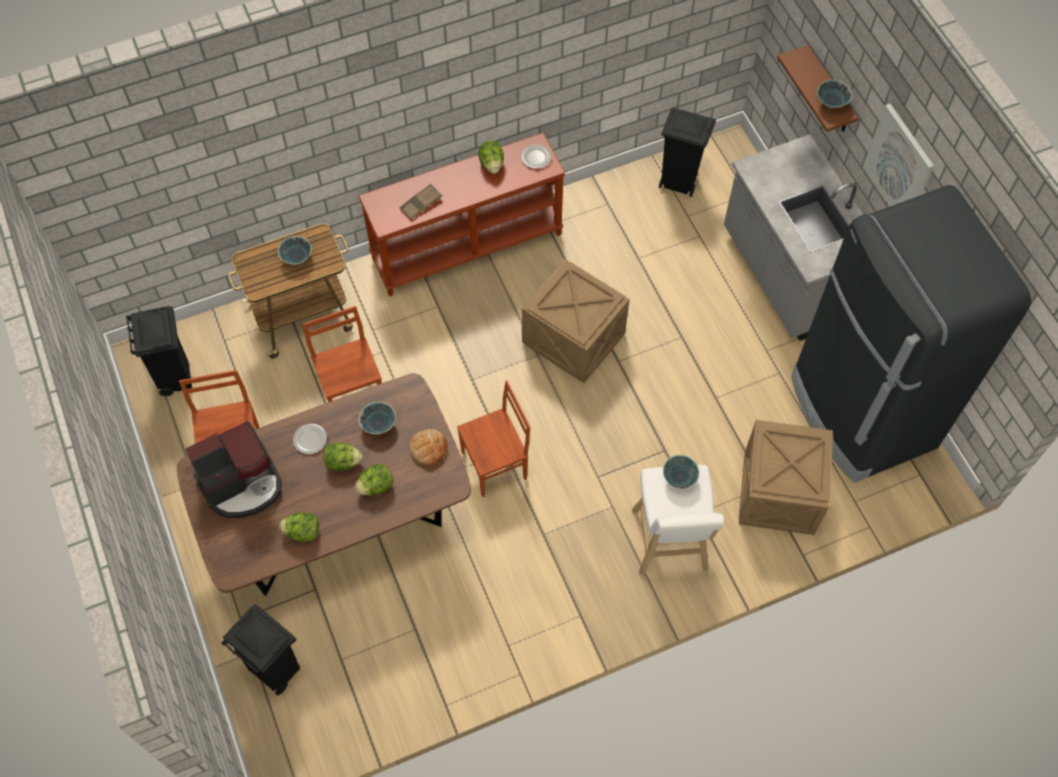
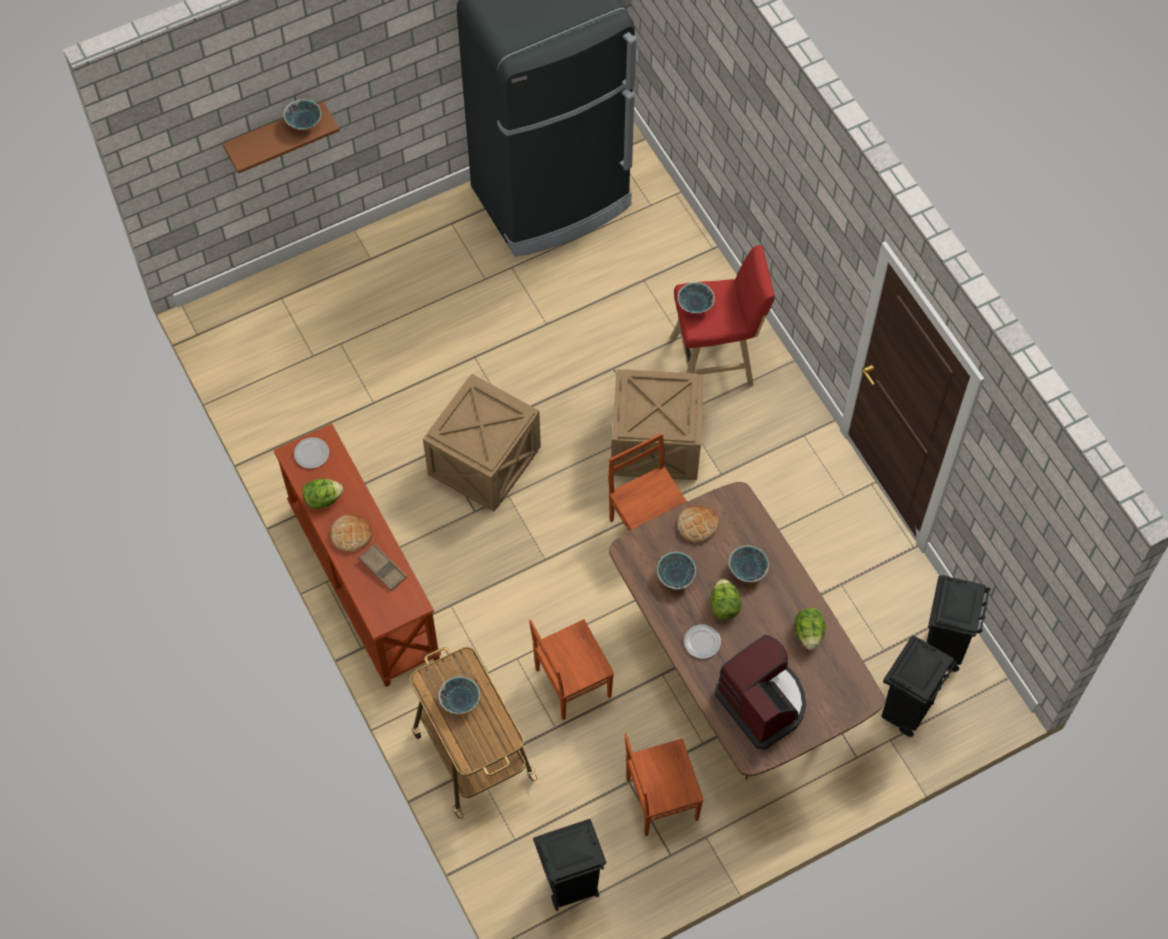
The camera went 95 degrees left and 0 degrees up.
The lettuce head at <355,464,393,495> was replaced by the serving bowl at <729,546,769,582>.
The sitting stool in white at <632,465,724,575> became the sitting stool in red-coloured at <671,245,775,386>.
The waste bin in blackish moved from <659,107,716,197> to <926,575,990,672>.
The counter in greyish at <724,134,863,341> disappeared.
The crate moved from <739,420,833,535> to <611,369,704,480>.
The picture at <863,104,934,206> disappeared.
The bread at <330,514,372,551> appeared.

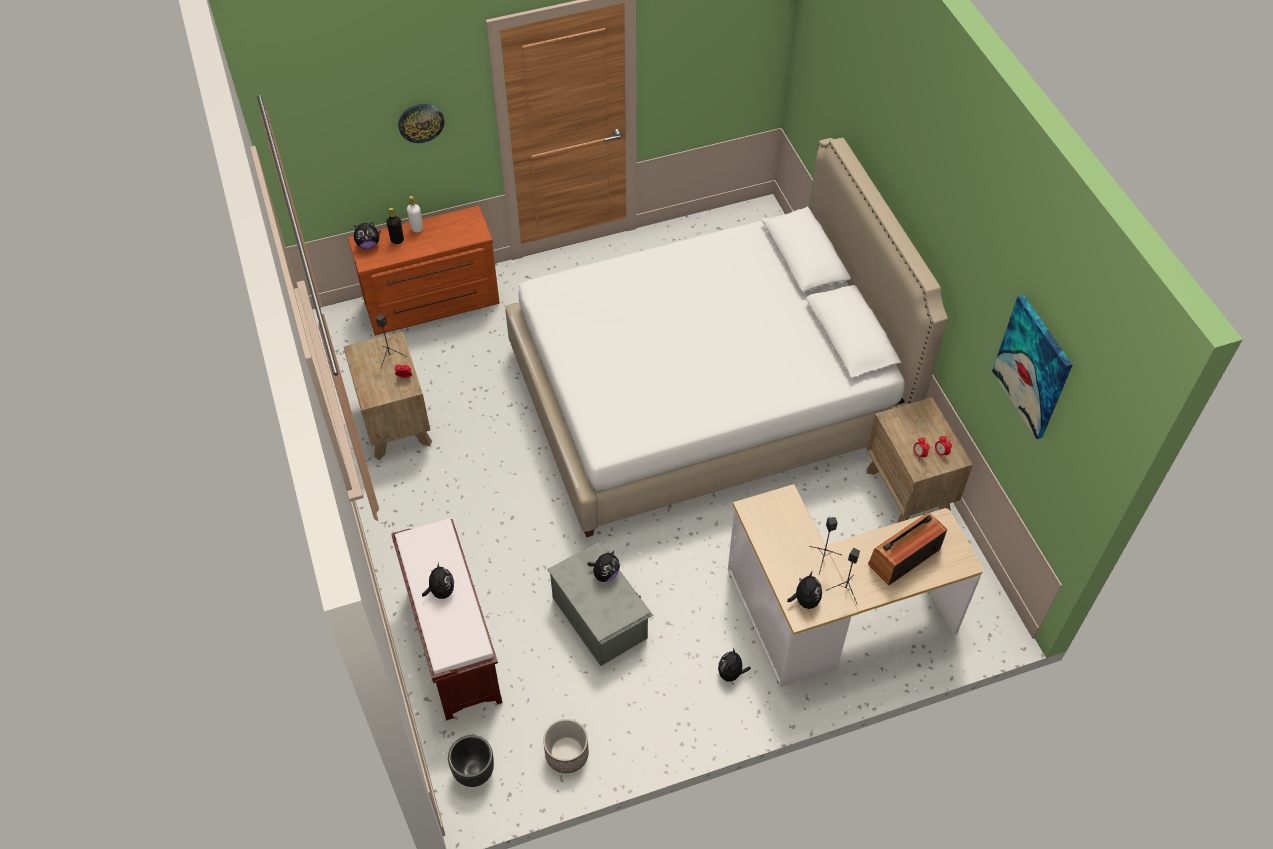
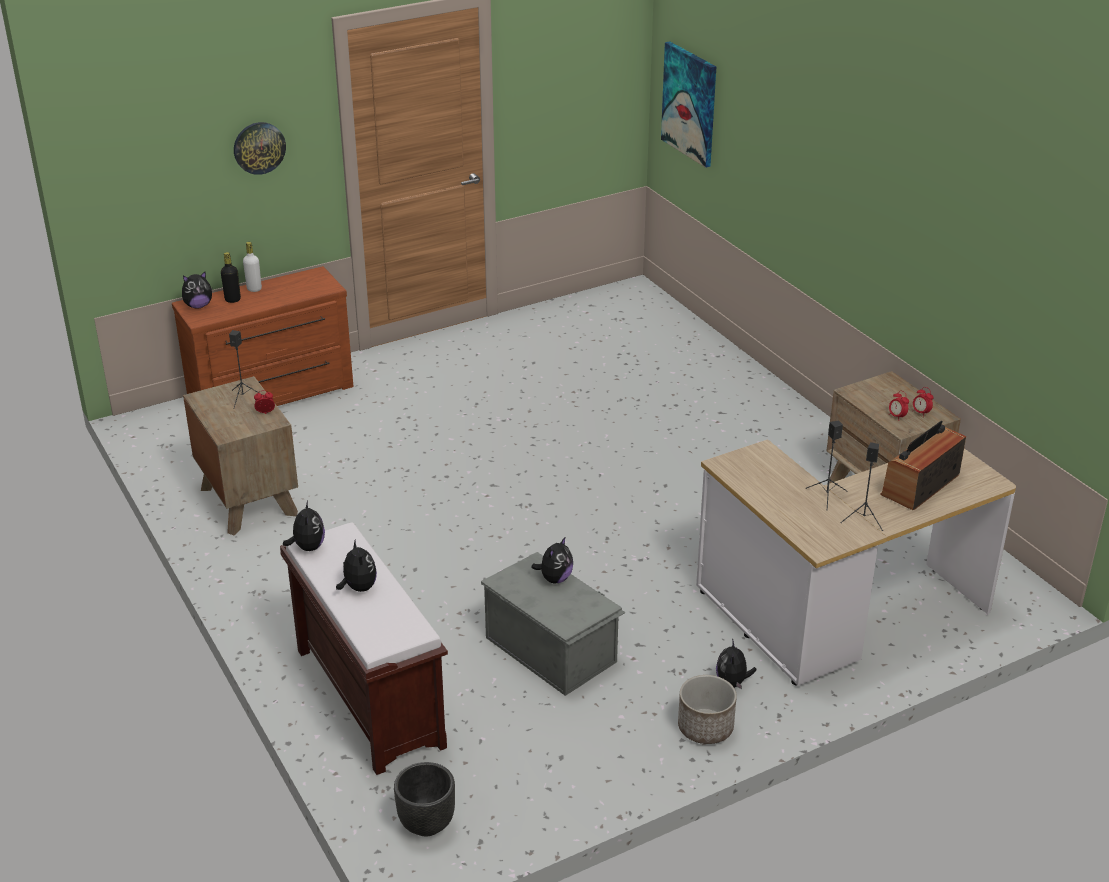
The camera went 10 degrees left and 20 degrees down.
The bed in white at <505,138,948,538> disappeared.
The flower pot moved from <543,719,589,773> to <678,675,737,744>.
The cuddly toy moved from <787,572,822,609> to <283,500,325,551>.
The picture moved from <992,295,1072,440> to <661,41,716,168>.

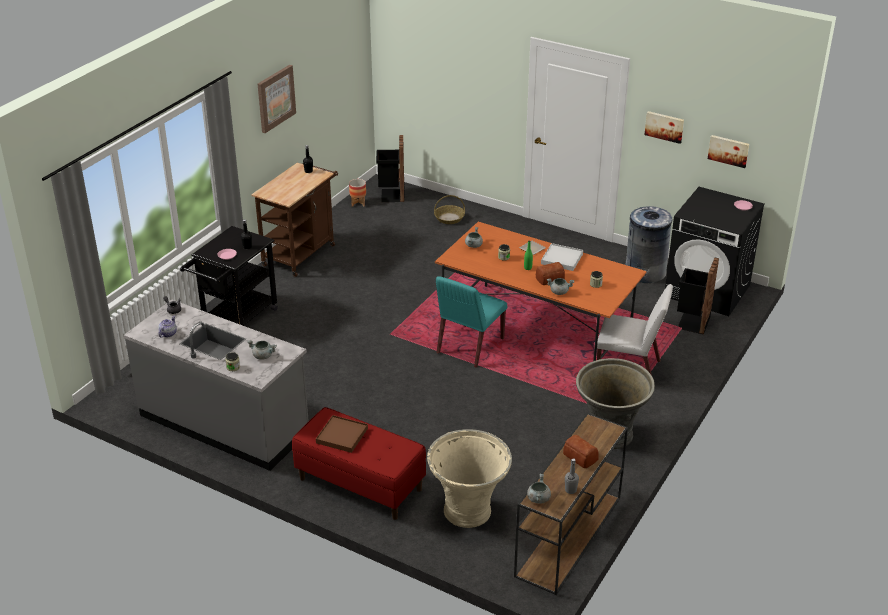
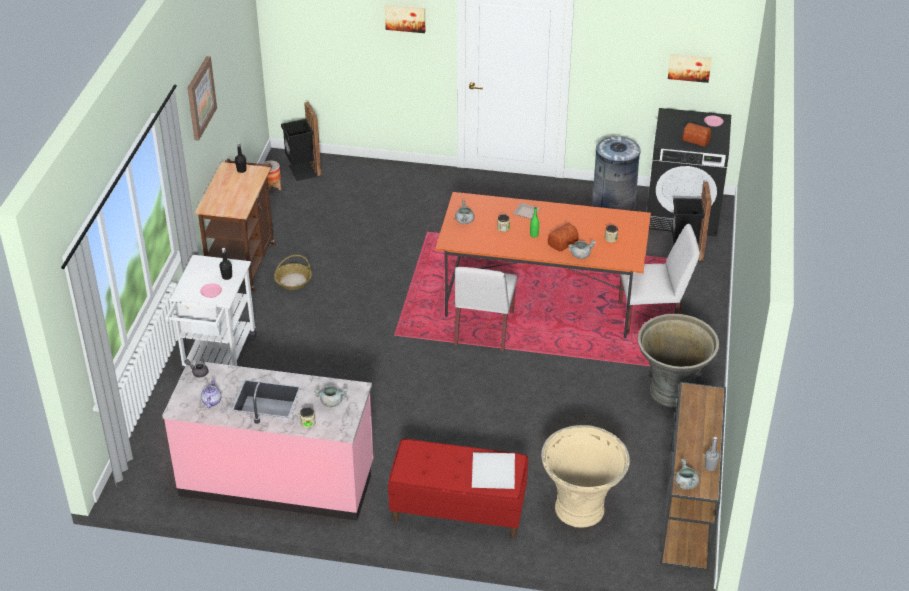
The camera went 20 degrees left and 5 degrees up.
The counter in greyish at <124,300,309,471> became the counter in pinkish at <162,360,373,521>.
The cart in blackish at <180,226,278,326> became the cart in white at <166,255,257,370>.
The tray in brownish at <316,415,368,453> disappeared.
The storage basket moved from <434,195,465,224> to <274,255,312,290>.
The chair in blue-green at <436,276,507,368> became the chair in white at <454,267,517,352>.
The tray in white moved from <541,243,583,271> to <472,452,515,489>.
The bread moved from <563,435,599,468> to <682,123,711,146>.
The picture moved from <644,111,684,144> to <385,5,425,33>.

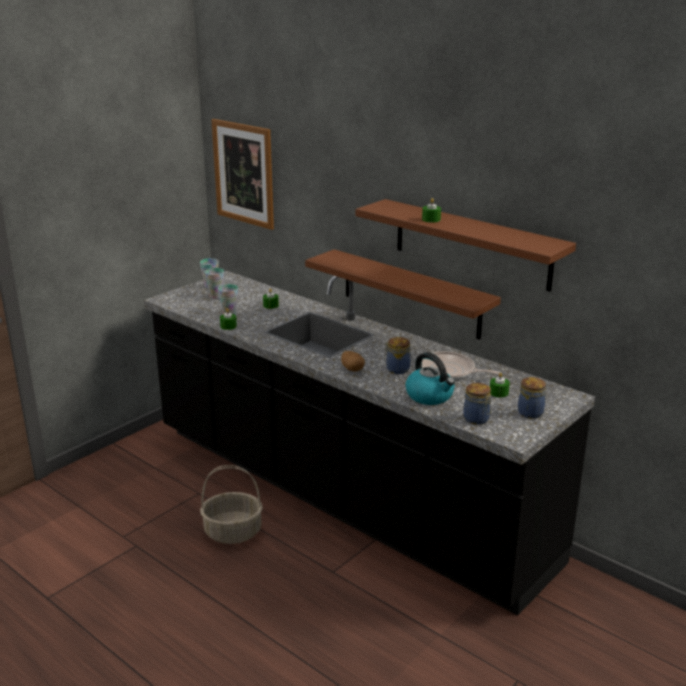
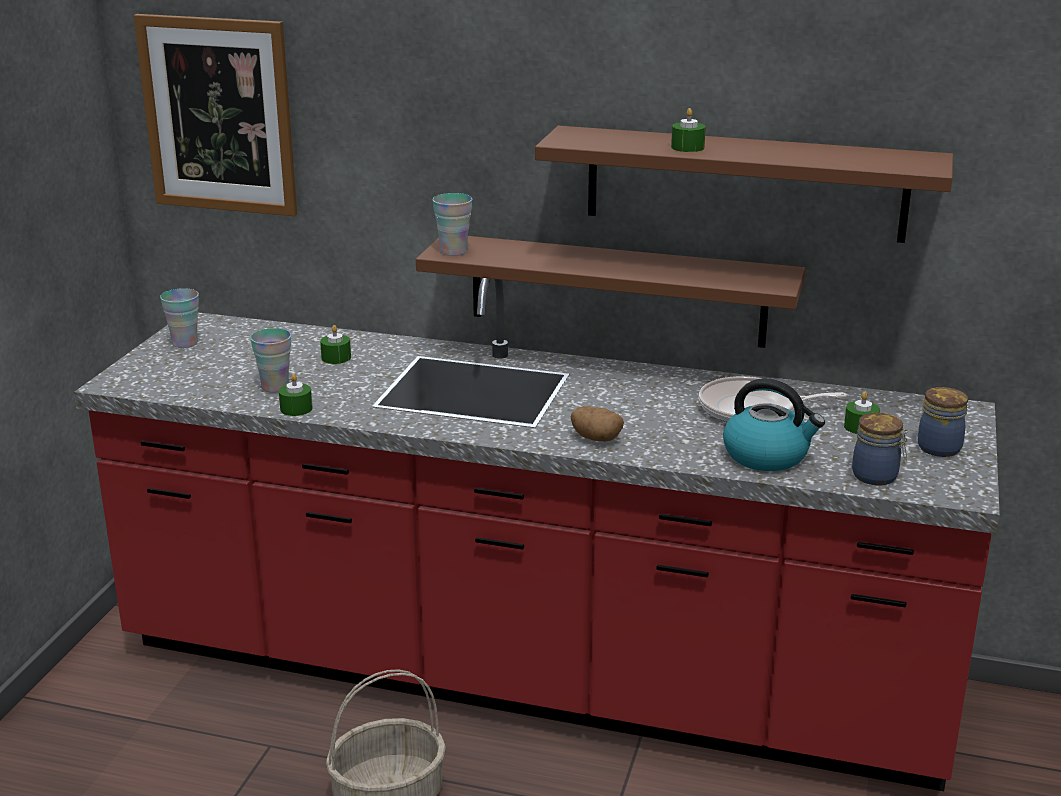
The camera went 25 degrees left and 0 degrees up.
The counter in blackish at <144,271,595,616> became the counter in red-coloured at <74,278,1000,791>.
The drinking cup moved from <205,268,224,299> to <433,193,472,256>.
The storage jar at <384,337,410,374> disappeared.

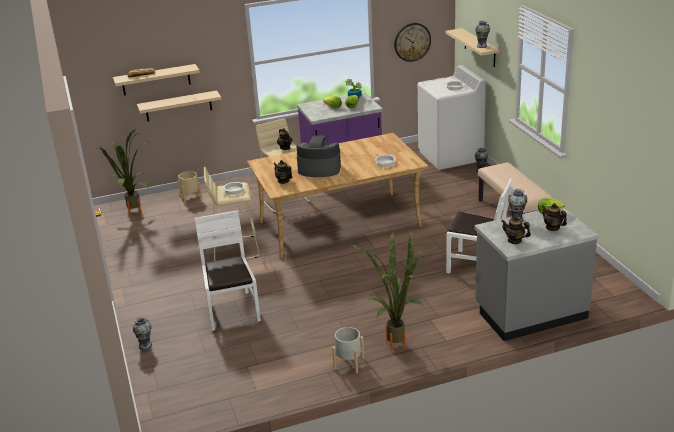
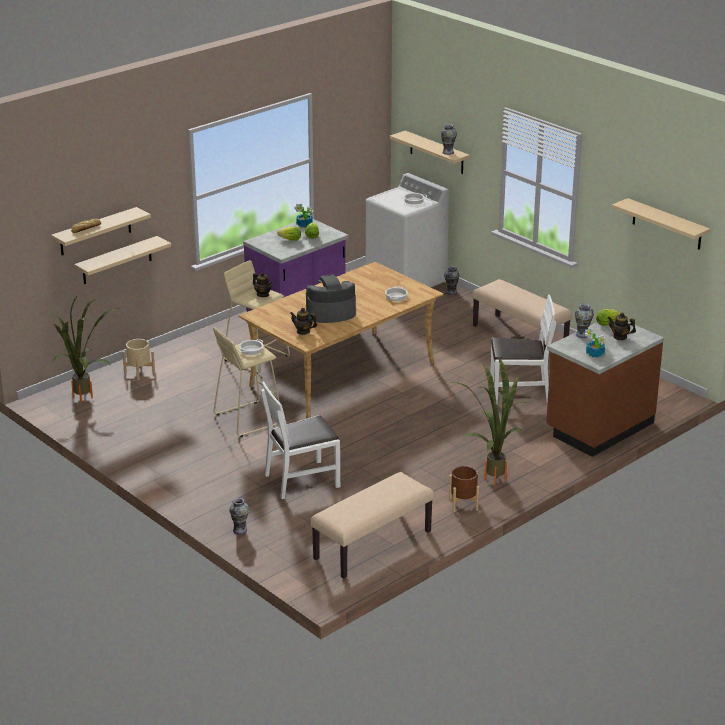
The camera went 25 degrees left and 0 degrees up.
The chair in white at <195,211,261,331> turned 75 degrees counterclockwise.
The flower pot in greyish at <332,327,364,373> became the flower pot in brownish at <449,466,479,512>.
The hanging clock at <394,23,431,62> disappeared.
The counter in greyish at <474,208,598,341> became the counter in brownish at <546,322,664,457>.
The tea pot at <501,216,531,244> was replaced by the houseplant at <585,327,606,357>.
The bench in beige at <310,472,434,579> appeared.
The shelf in beige at <612,198,710,250> appeared.

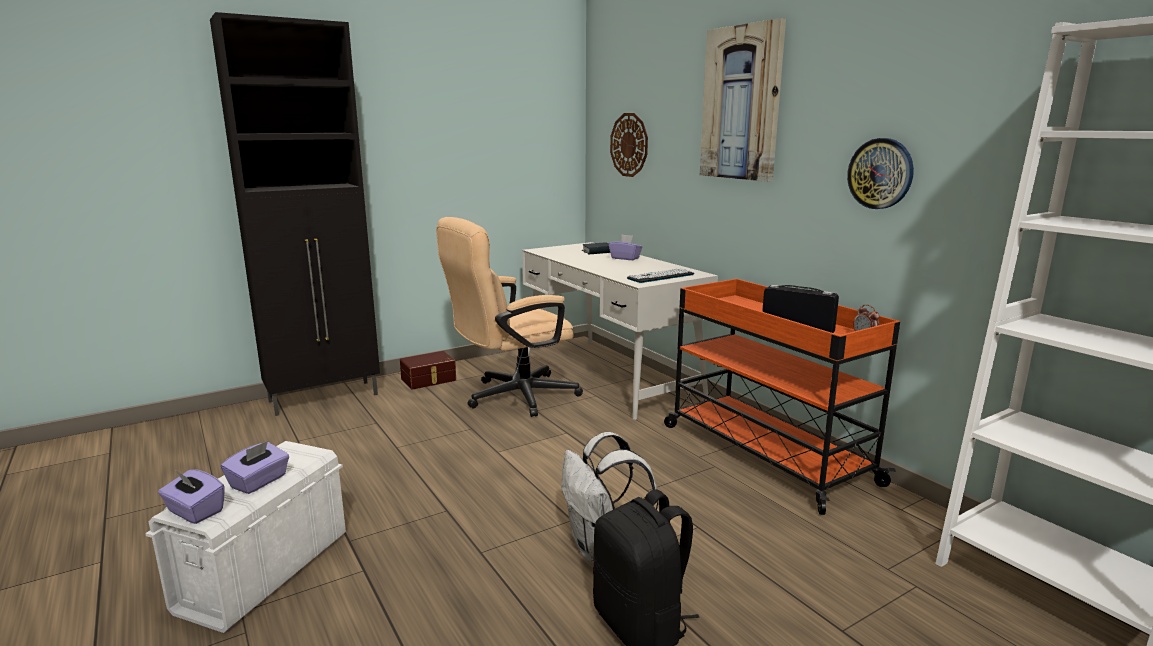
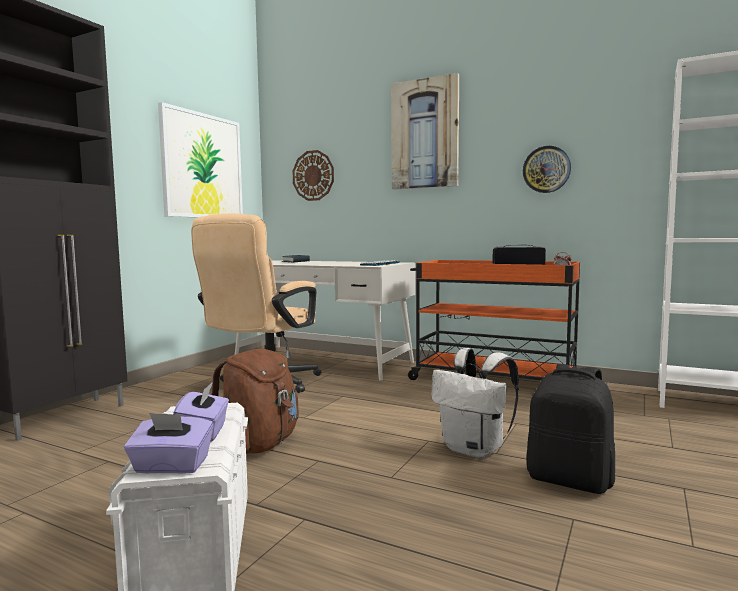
The camera went 30 degrees left and 10 degrees down.
The storage box in brownish at <400,351,456,390> disappeared.
The tissue holder in purplish at <609,235,642,260> disappeared.
The picture at <158,102,243,217> appeared.
The rucksack in brownish at <212,349,299,454> appeared.

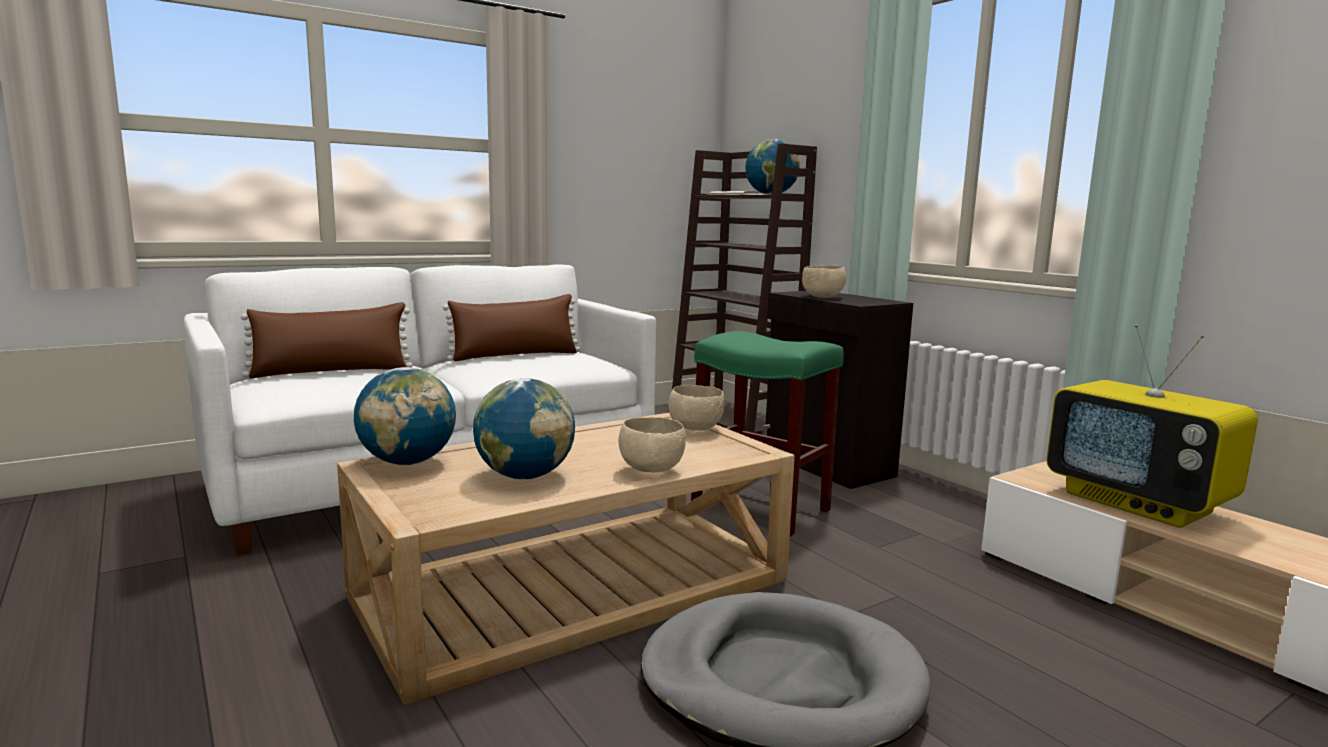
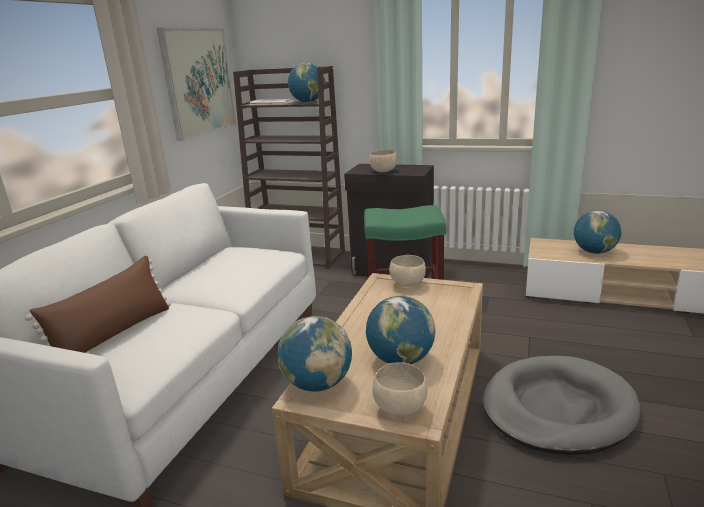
The camera went 35 degrees left and 10 degrees up.
The pillow in brownish at <443,294,580,361> disappeared.
The serving bowl in beige moved from <619,417,686,473> to <372,362,428,417>.
The TV at <1046,324,1258,528> was replaced by the globe at <574,210,621,254>.
The picture at <157,28,237,141> appeared.

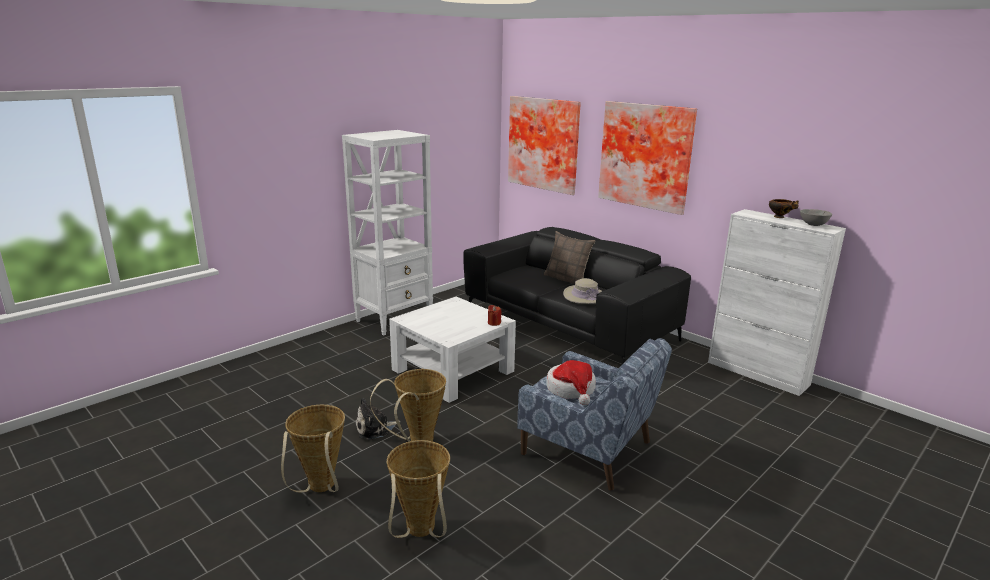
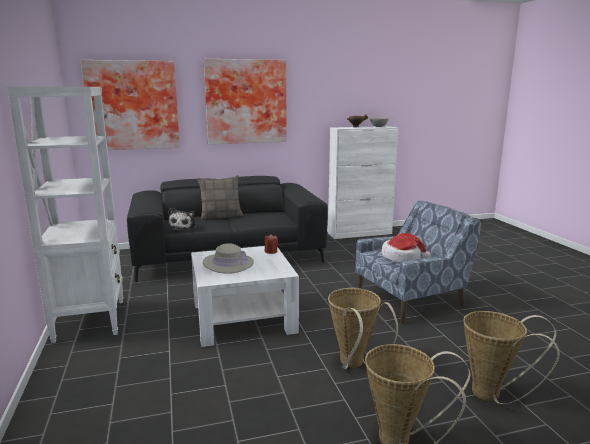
The camera went 60 degrees left and 5 degrees down.
The cuddly toy moved from <355,398,400,440> to <168,208,197,230>.
The wearable hat in beige moved from <563,278,602,304> to <203,243,254,274>.

